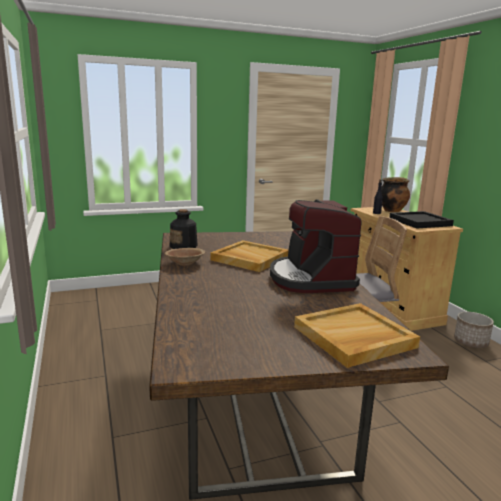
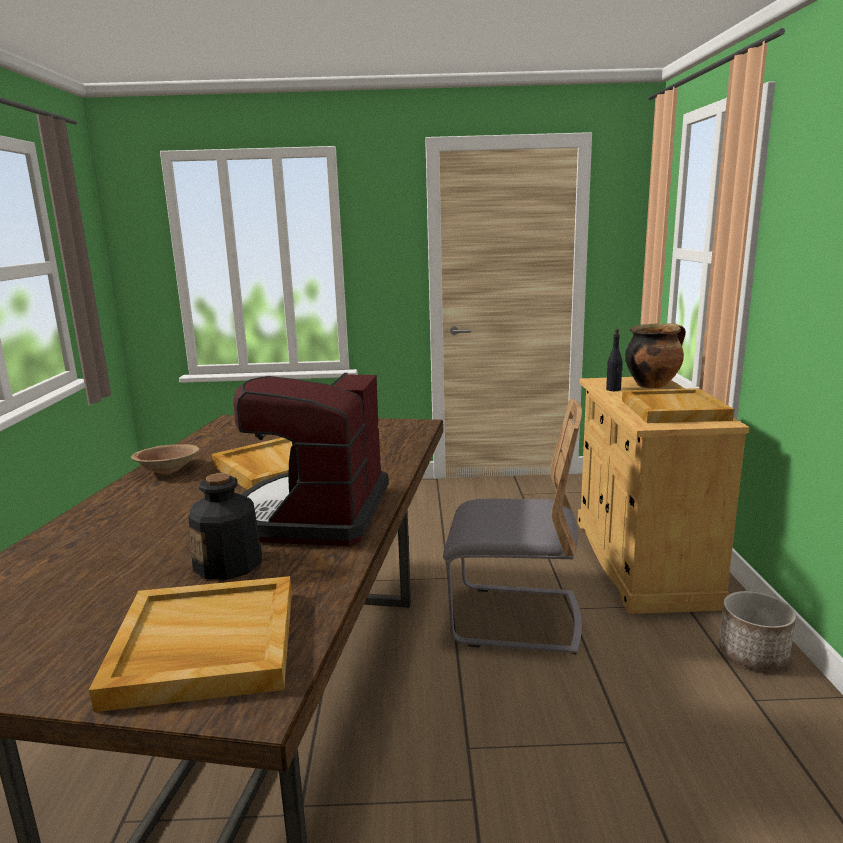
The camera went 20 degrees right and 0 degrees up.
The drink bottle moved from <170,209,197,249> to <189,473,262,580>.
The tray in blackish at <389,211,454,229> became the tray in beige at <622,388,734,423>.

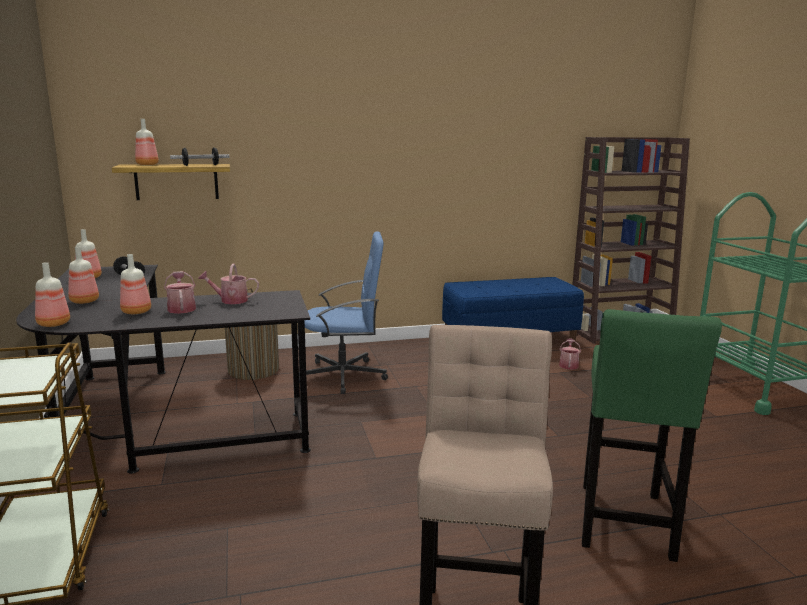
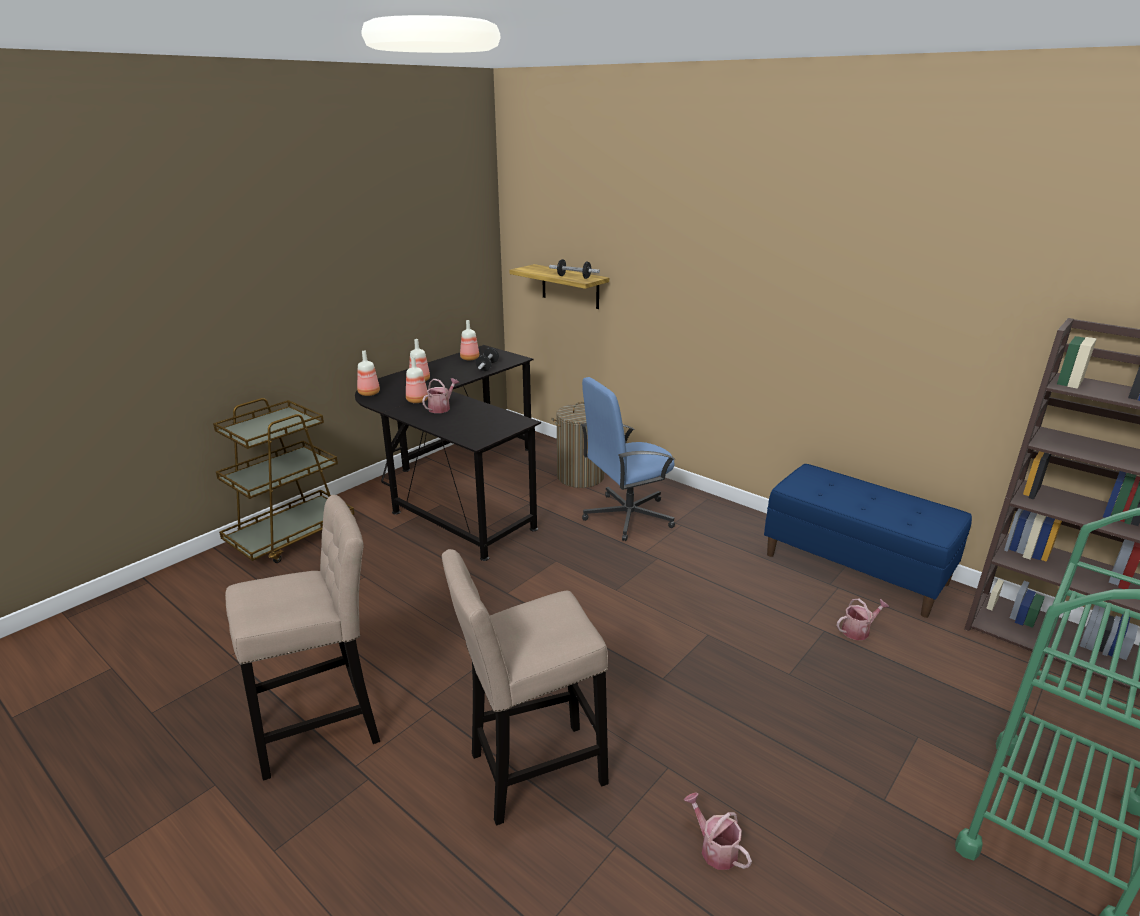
The camera went 55 degrees right and 10 degrees up.
The drink bottle at <135,119,159,165> disappeared.
The watering pot moved from <198,264,259,304> to <684,792,752,870>.
The office chair in bluish at <299,231,388,394> turned 105 degrees clockwise.
The sitting stool in green-coloured at <582,309,722,562> became the sitting stool in beige at <442,549,609,826>.

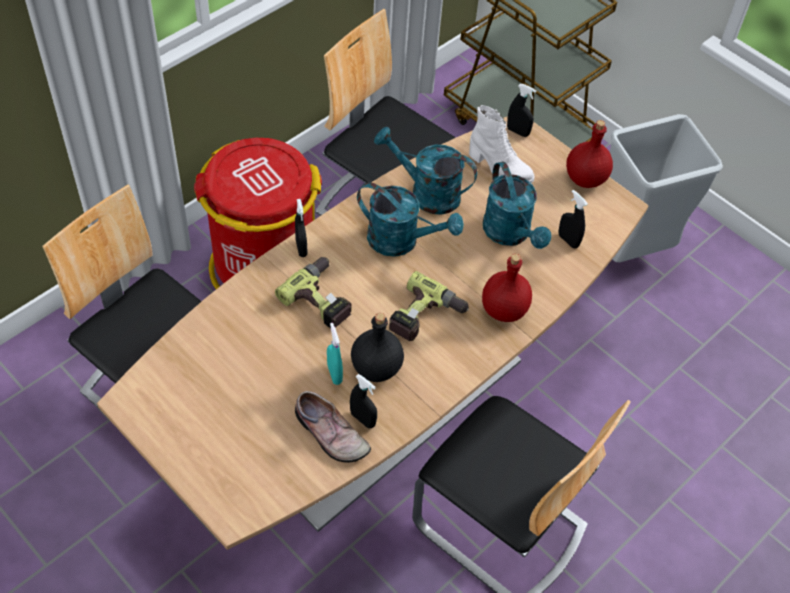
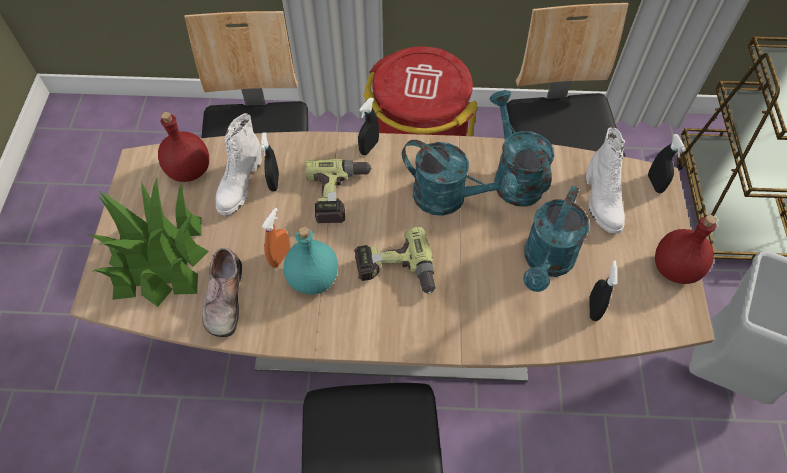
The camera went 50 degrees right and 5 degrees up.
The sprayer in blue-green at <327,323,343,385> became the sprayer in orangey at <262,208,290,267>.
The sprayer in blackish moved from <350,374,377,428> to <261,132,279,192>.
The drink bottle in blackish at <351,313,404,382> became the drink bottle in blue-green at <284,226,338,294>.
The watering pot in blue-green at <357,182,464,257> turned 45 degrees counterclockwise.
The drink bottle in red-coloured moved from <482,254,532,322> to <158,112,209,182>.
The houseplant at <88,178,209,307> appeared.
The tall boot in white at <215,113,262,216> appeared.

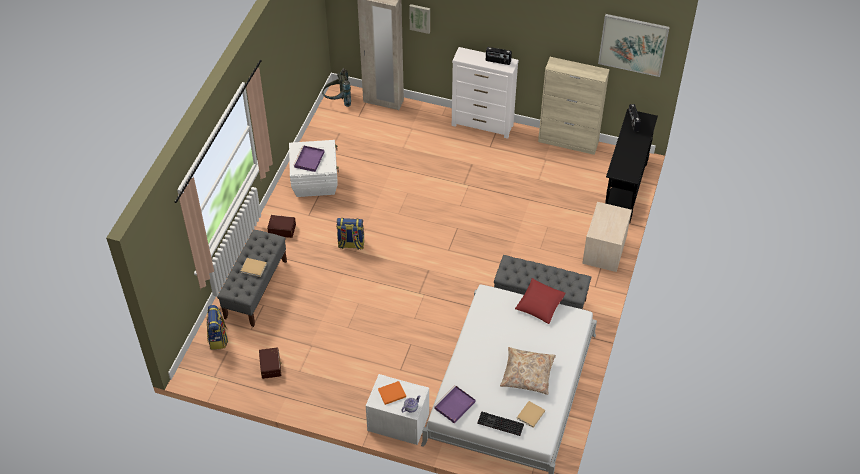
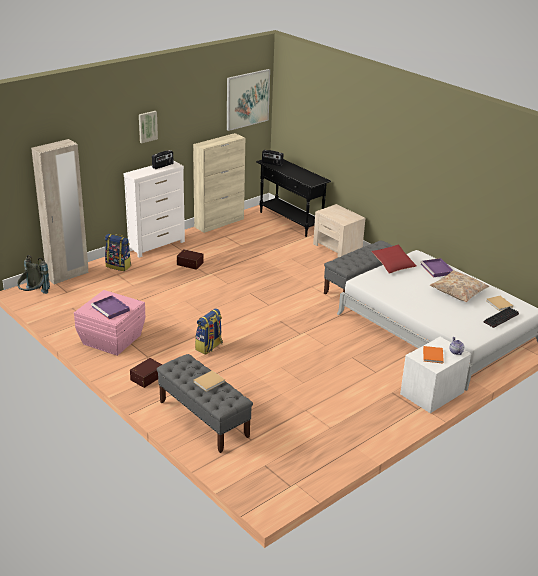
The camera went 60 degrees left and 20 degrees down.
The rucksack moved from <207,305,228,350> to <105,234,131,271>.
The storage box in brownish moved from <259,347,282,379> to <177,249,204,270>.
The storage box in white at <289,140,339,197> became the storage box in pinkish at <74,290,146,356>.
The picture moved from <409,4,430,34> to <139,111,158,143>.
The tray in purplish moved from <434,385,475,423> to <421,258,453,277>.

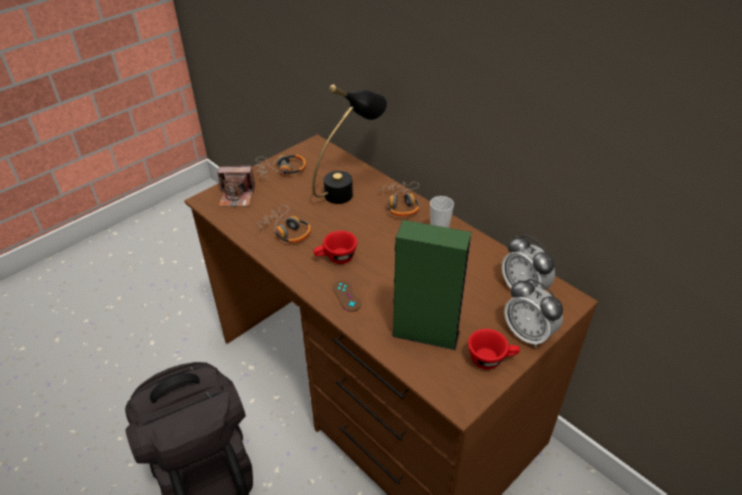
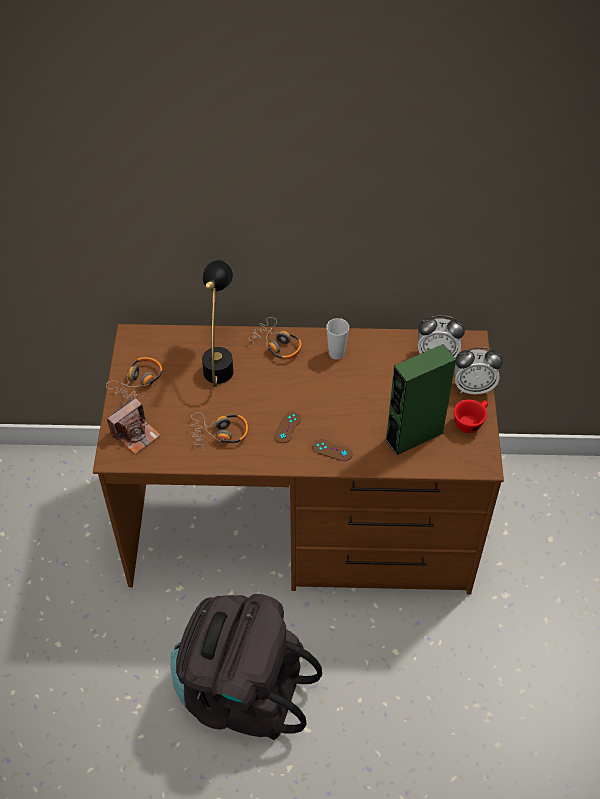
The camera went 45 degrees left and 10 degrees up.
The drinking cup in red-coloured at <314,231,357,264> was replaced by the joypad in brownish at <274,412,301,443>.

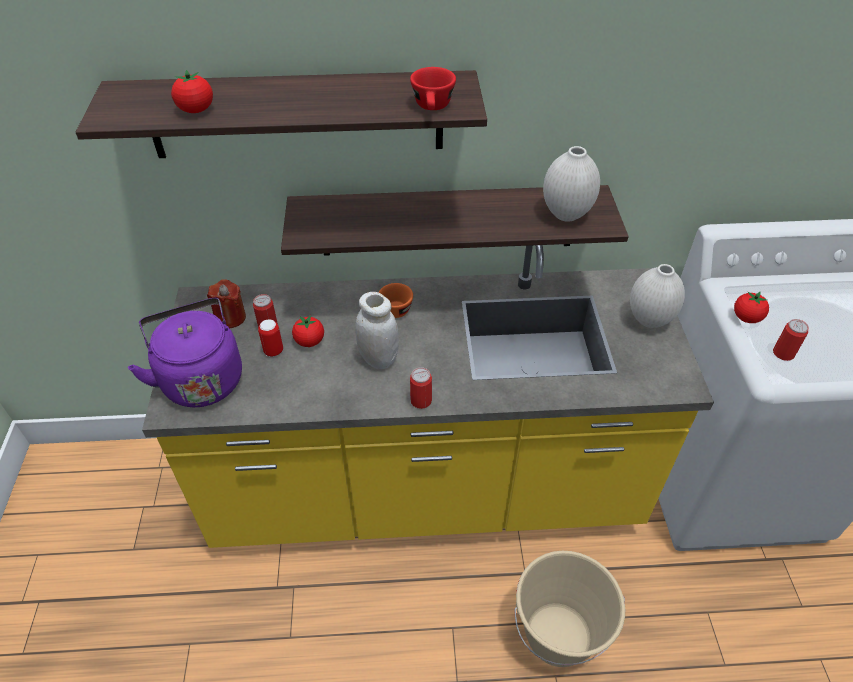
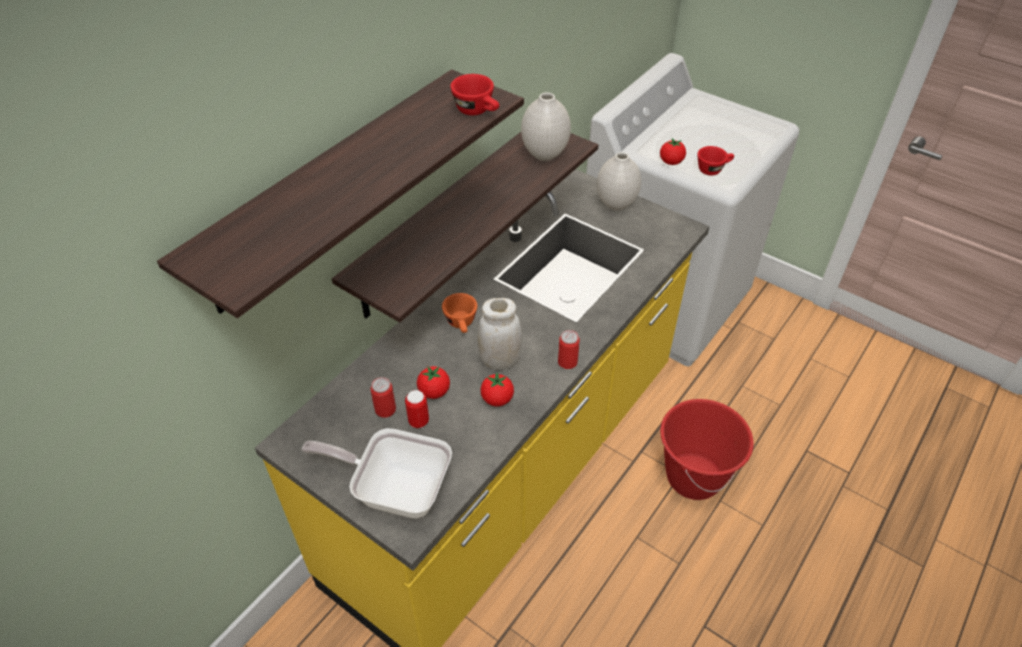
The camera went 50 degrees left and 0 degrees up.
The kettle in purplish at <128,298,242,407> was replaced by the pan at <302,428,452,518>.
The whole tomato moved from <171,70,213,113> to <480,373,514,406>.
The wax light in red-coloured at <207,279,246,328> disappeared.
The pail in beige at <514,551,625,667> became the pail in red-coloured at <660,399,754,500>.
The sealed can at <773,319,809,361> was replaced by the drinking cup in red-coloured at <697,146,734,175>.

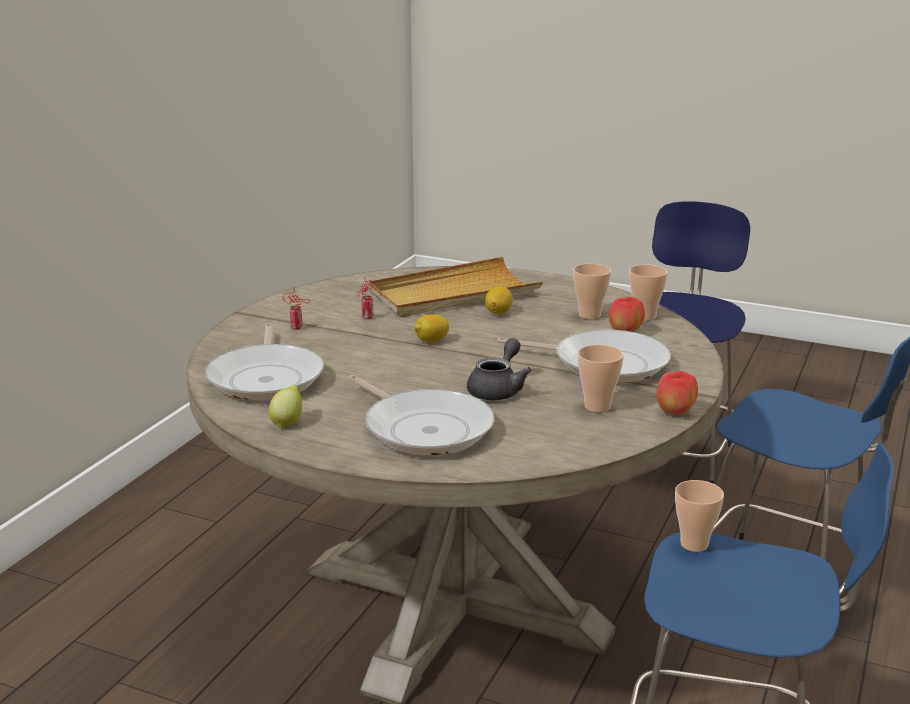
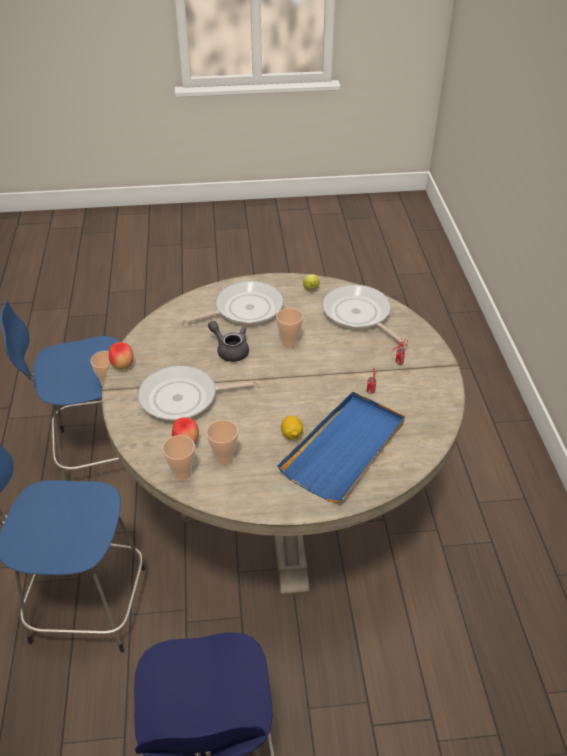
The camera went 150 degrees right and 20 degrees up.
The pan at <349,375,494,455> turned 135 degrees clockwise.
The tray in beige at <369,257,543,317> became the tray in bluish at <277,392,405,503>.
The whole lemon at <414,314,449,342> disappeared.
The tea pot in greyish at <467,338,532,400> turned 135 degrees clockwise.
The drinking cup moved from <578,345,624,412> to <276,308,303,347>.

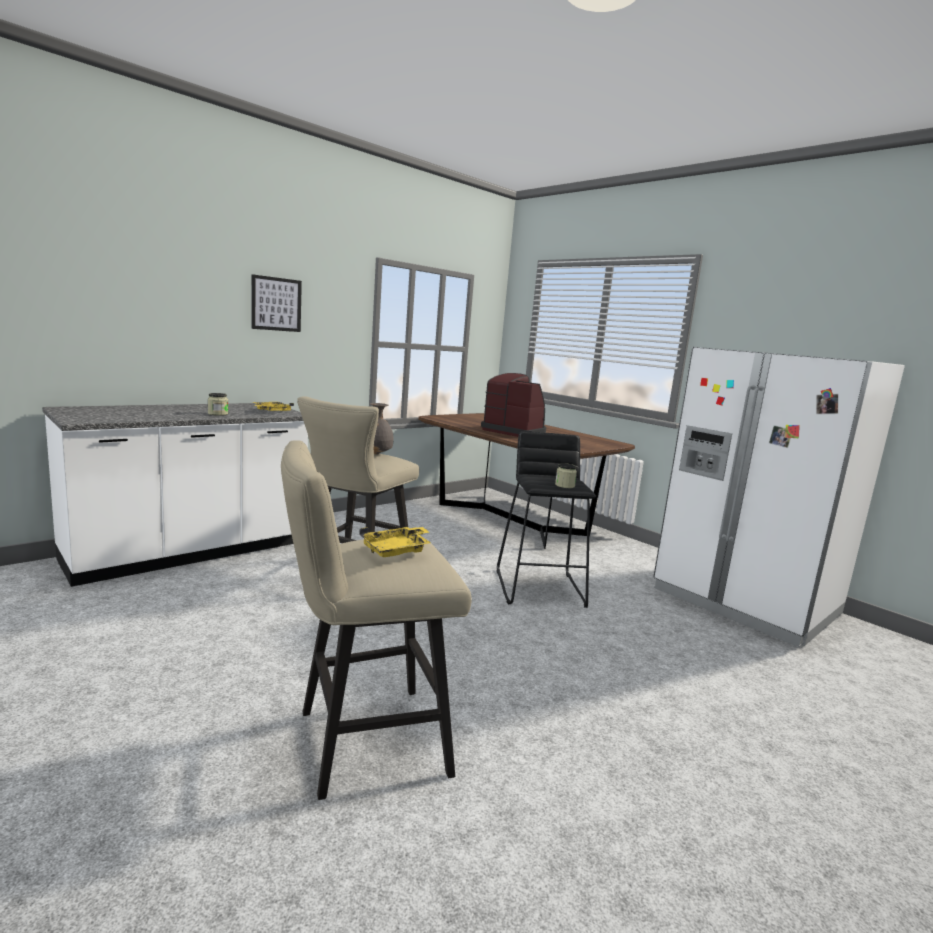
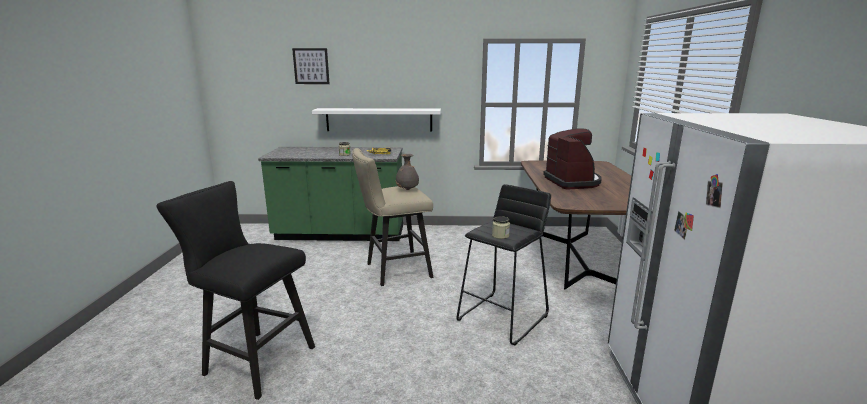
The camera went 45 degrees right and 5 degrees up.
The counter in white at <42,403,308,587> became the counter in green-coloured at <258,147,403,241>.
The picture moved from <251,274,302,332> to <292,48,330,84>.
The sitting stool in beige at <281,440,472,800> became the sitting stool in blackish at <156,181,315,400>.
The tray in yellowish at <359,527,431,557> disappeared.
The shelf in white at <312,108,441,132> appeared.

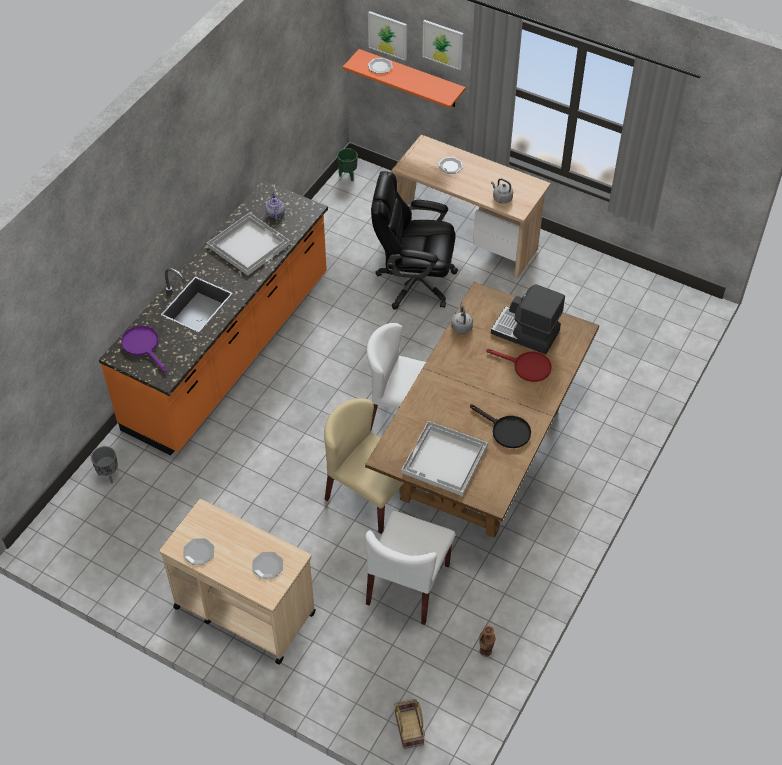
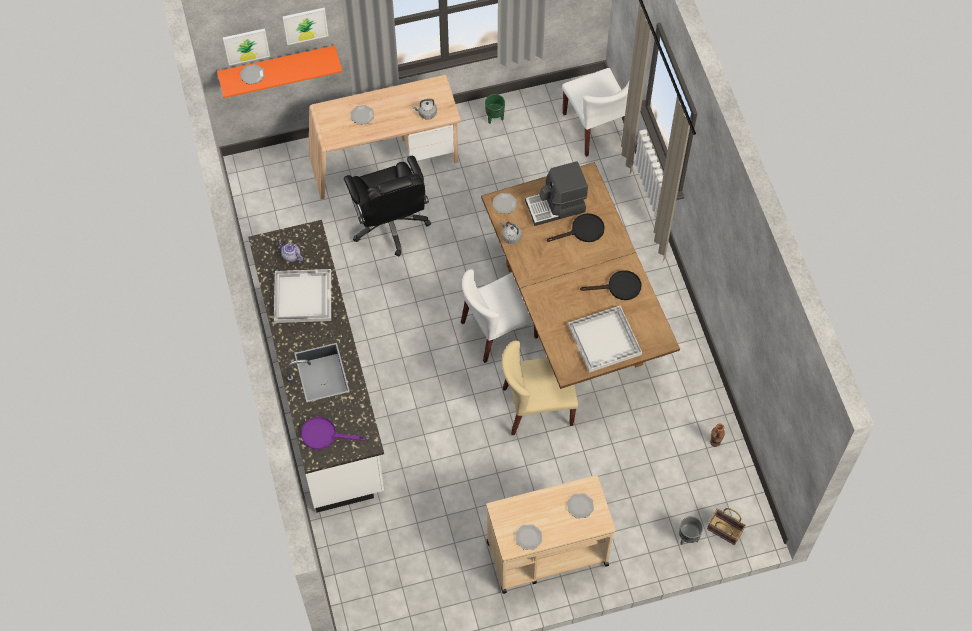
The camera went 45 degrees left and 10 degrees up.
The flower pot in greyish moved from <91,446,118,484> to <679,516,703,545>.
The counter in orangey at <99,180,328,455> became the counter in white at <248,220,384,513>.
The flower pot in green-coloured moved from <337,148,358,181> to <485,94,505,124>.
The chair in white moved from <365,511,455,625> to <562,68,629,157>.
The office chair in blackish at <371,171,458,310> turned 75 degrees counterclockwise.
The pan in red-coloured at <486,349,552,382> became the pan in blackish at <547,213,605,242>.
The flat dish at <493,193,517,214> appeared.

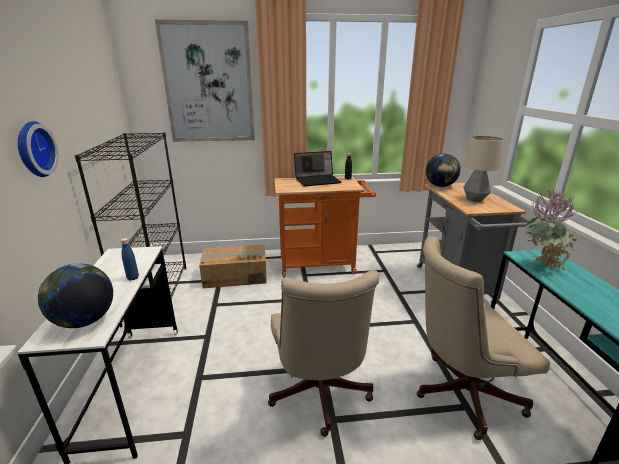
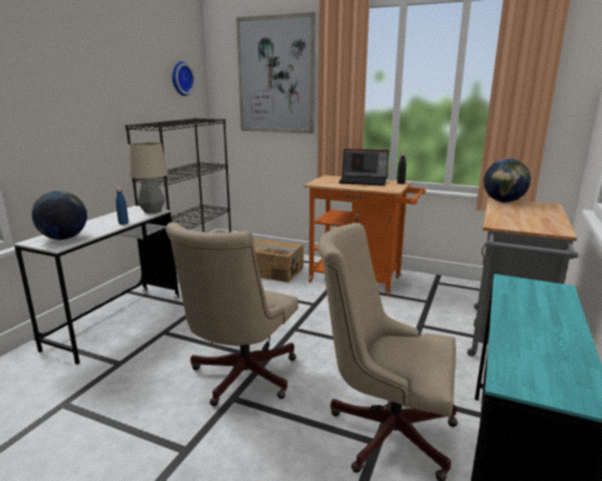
The camera went 30 degrees right and 5 degrees down.
The hanging clock moved from <18,121,59,177> to <172,61,195,96>.
The tabletop lamp moved from <463,136,503,202> to <128,142,168,214>.
The houseplant at <523,189,578,270> disappeared.

